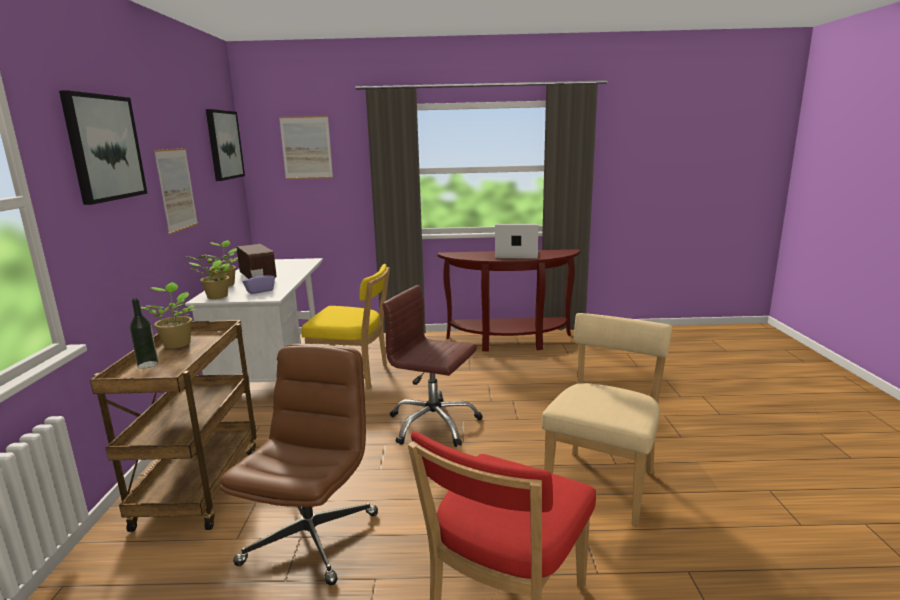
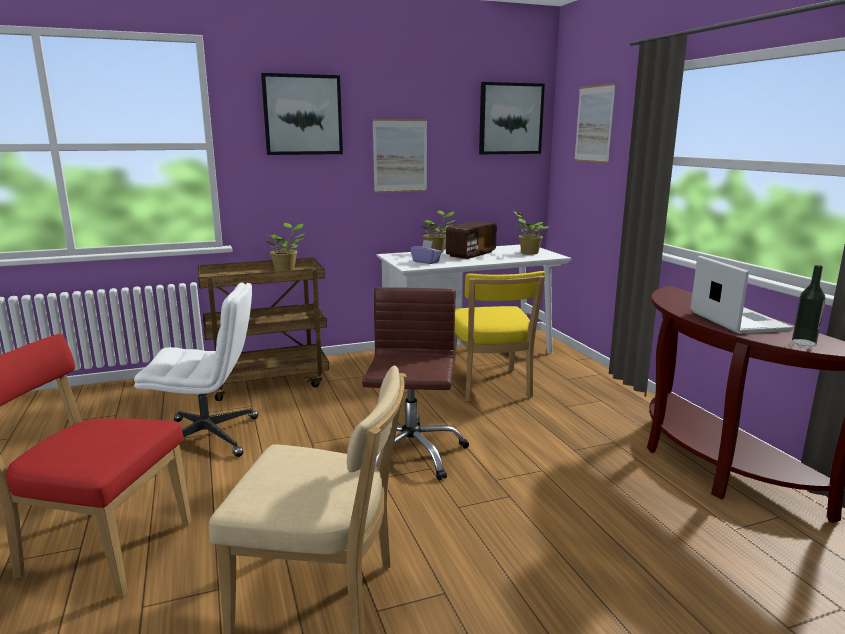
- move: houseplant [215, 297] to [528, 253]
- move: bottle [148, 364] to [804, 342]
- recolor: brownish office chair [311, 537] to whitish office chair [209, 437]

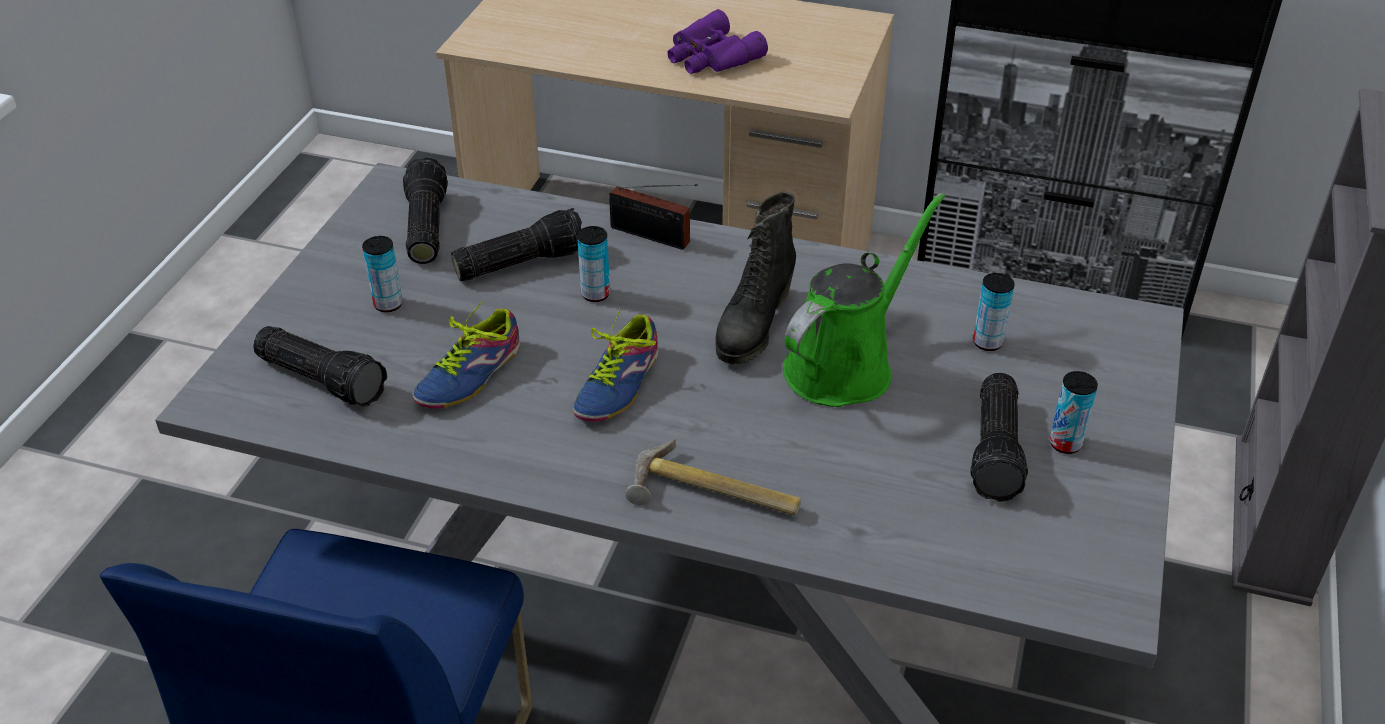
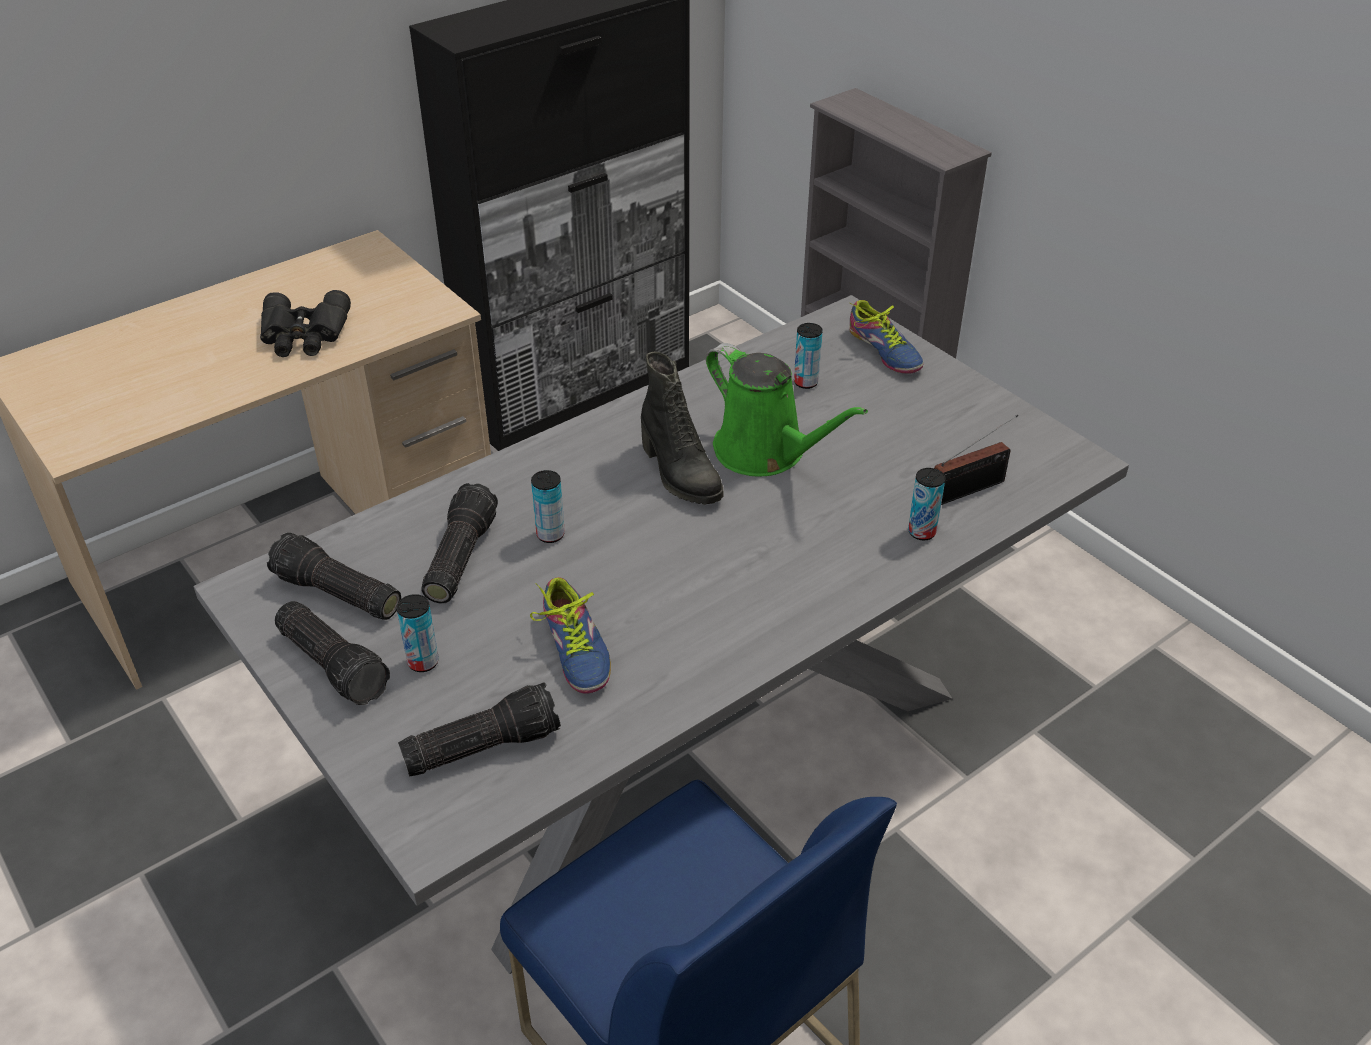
- recolor: purplish field glasses [710, 57] to blackish field glasses [304, 335]
- move: radio receiver [654, 237] to [971, 489]
- rotate: greenish sprinkling can [845, 365] = [766, 452] 150 degrees clockwise
- move: low shoe [613, 384] to [882, 352]
- move: metal can [1065, 443] to [922, 532]
- move: torch [998, 451] to [335, 663]
- delete: hand hammer [713, 497]

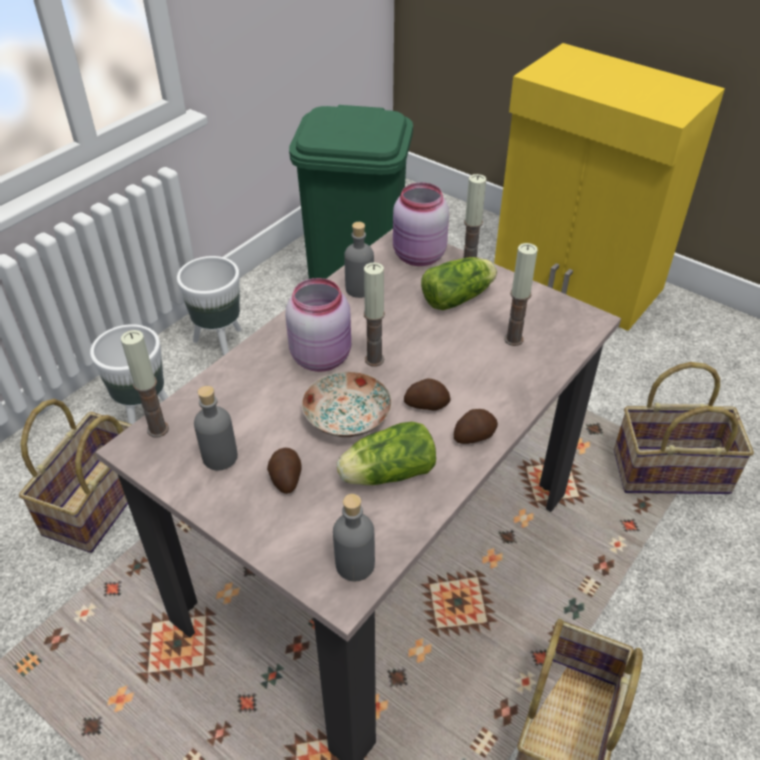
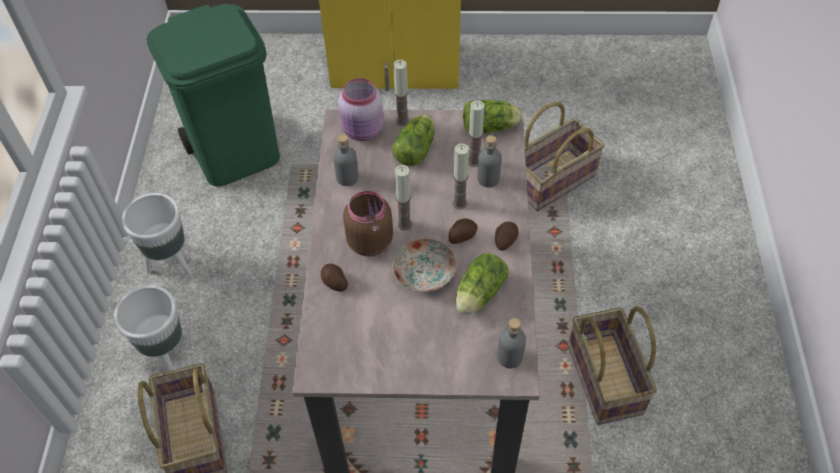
- recolor: pink storage jar [322, 356] to brownish storage jar [370, 241]
- move: candle [158, 429] to [459, 203]
- move: grey bottle [220, 457] to [488, 179]
- move: spud [285, 478] to [334, 282]
- insert: head of lettuce [492, 127]

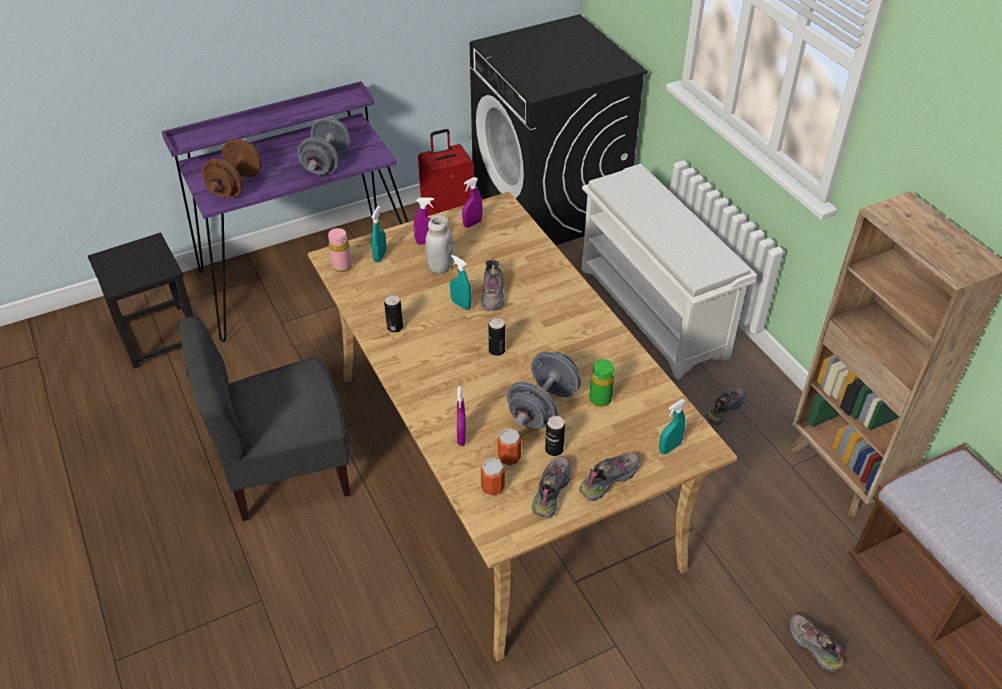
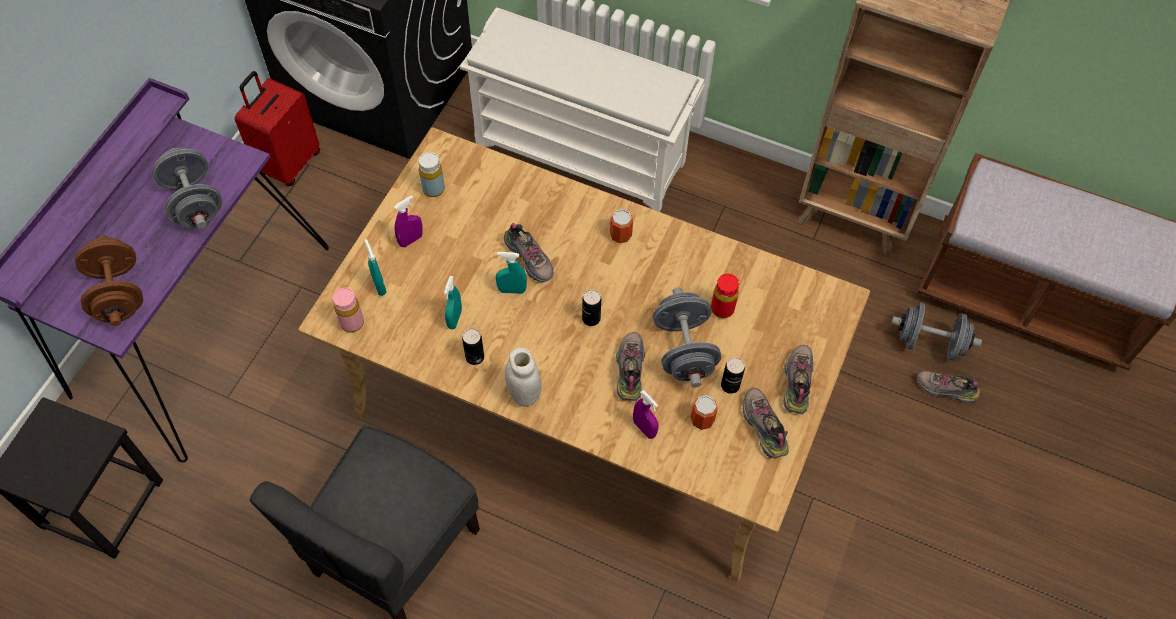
- replace: purplish hand sprayer [472, 223] to yellowish bottle [433, 189]
- move: whitish storage jar [440, 267] to [524, 393]
- recolor: greenish bottle [600, 399] to red-coloured bottle [722, 309]
- move: low shoe [724, 409] to [629, 369]
- move: turquoise-coloured hand sprayer [669, 447] to [454, 319]
- move: metal can [492, 488] to [620, 235]
- insert: grey hand weight [929, 342]

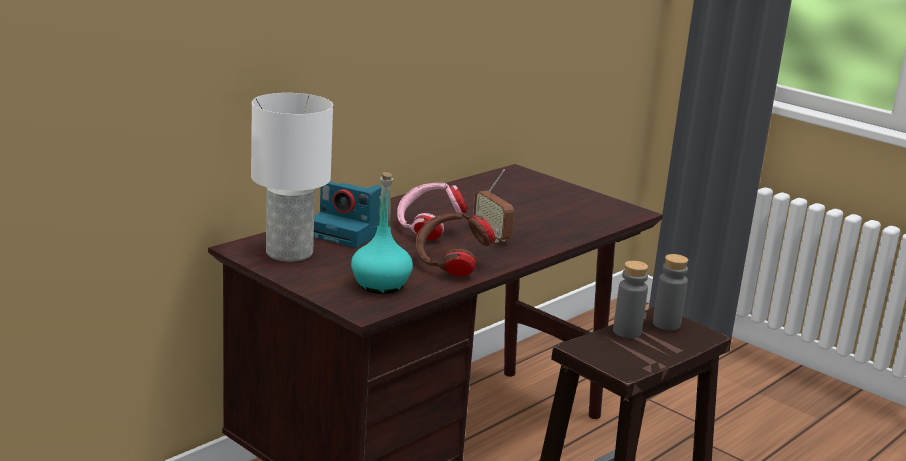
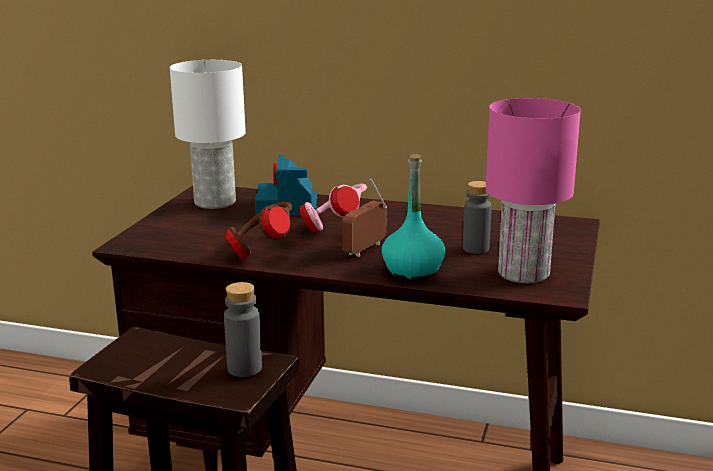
- move: turquoise-coloured bottle [381, 284] to [413, 272]
- move: grey bottle [627, 332] to [475, 249]
- insert: pink table lamp [522, 273]

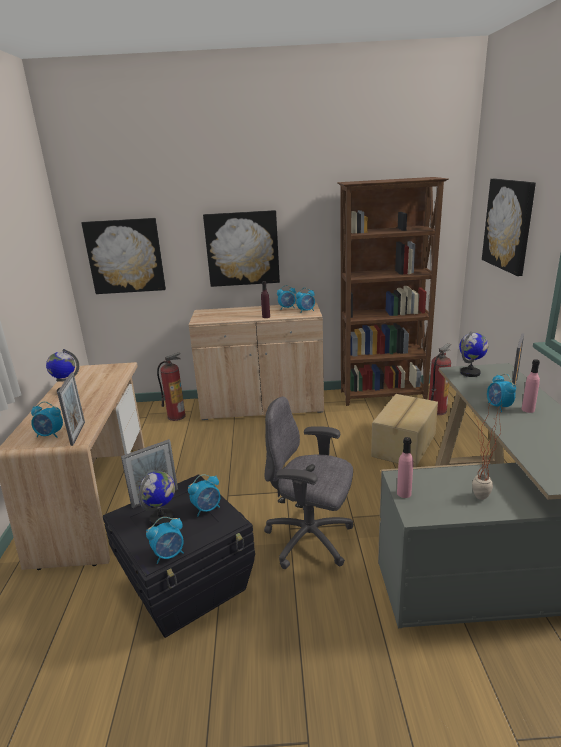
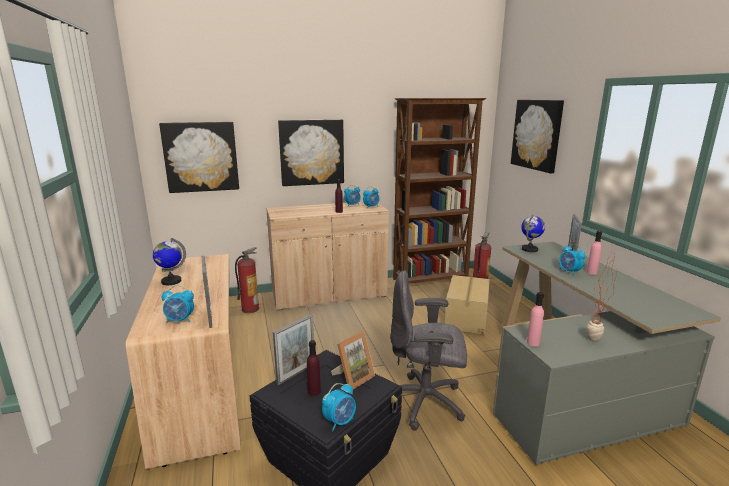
- replace: desk globe [162, 519] to purplish bottle [314, 391]
- replace: table clock [207, 509] to standing frame [353, 378]

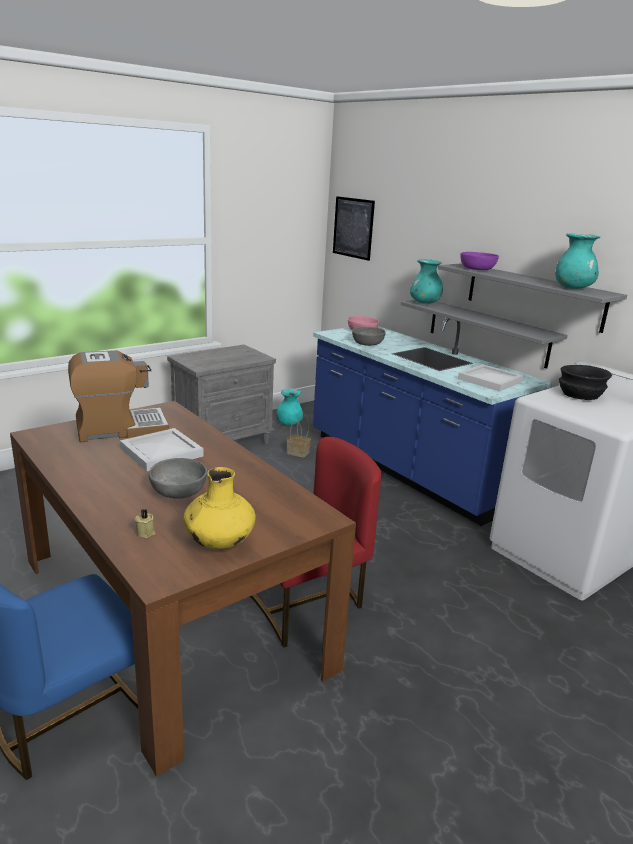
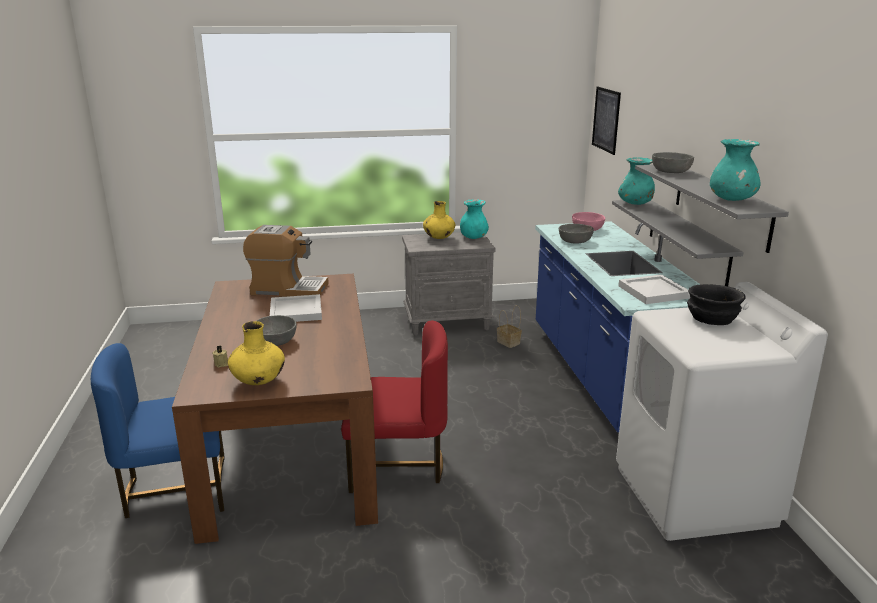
- recolor: purplish deep dish [477, 269] to grey deep dish [670, 171]
- move: turquoise-coloured flower vase [289, 424] to [473, 237]
- insert: yellowish flower vase [438, 238]

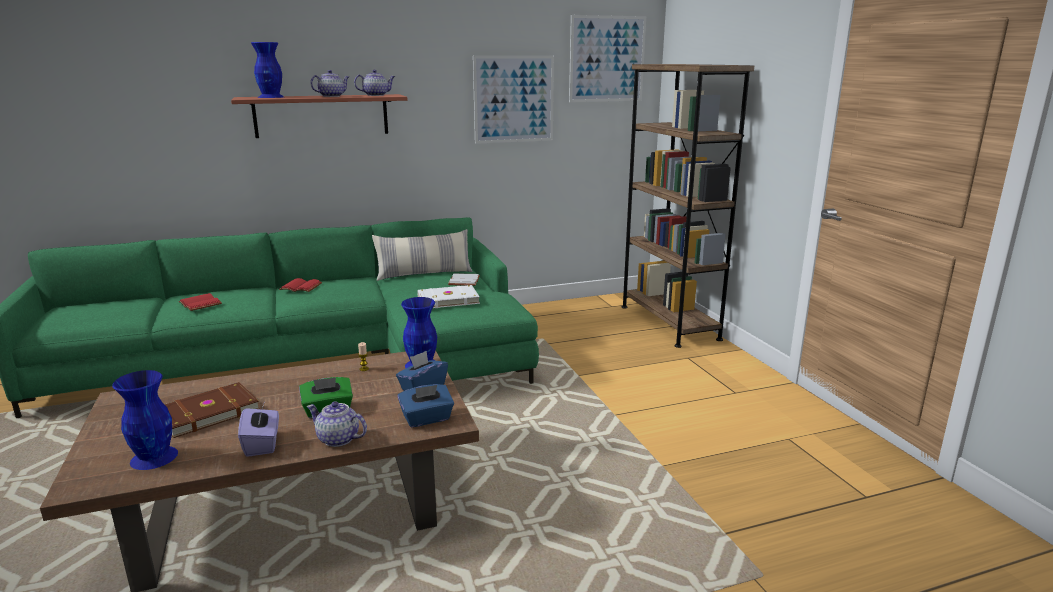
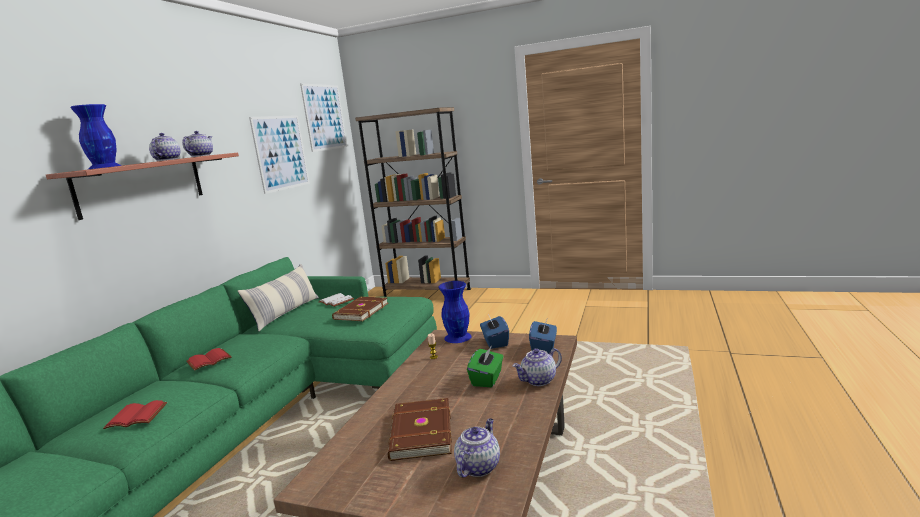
- recolor: whitish book [447, 299] to brownish book [360, 311]
- replace: blue flower vase [155, 457] to pot for tea [478, 466]
- delete: purplish tissue box [262, 444]

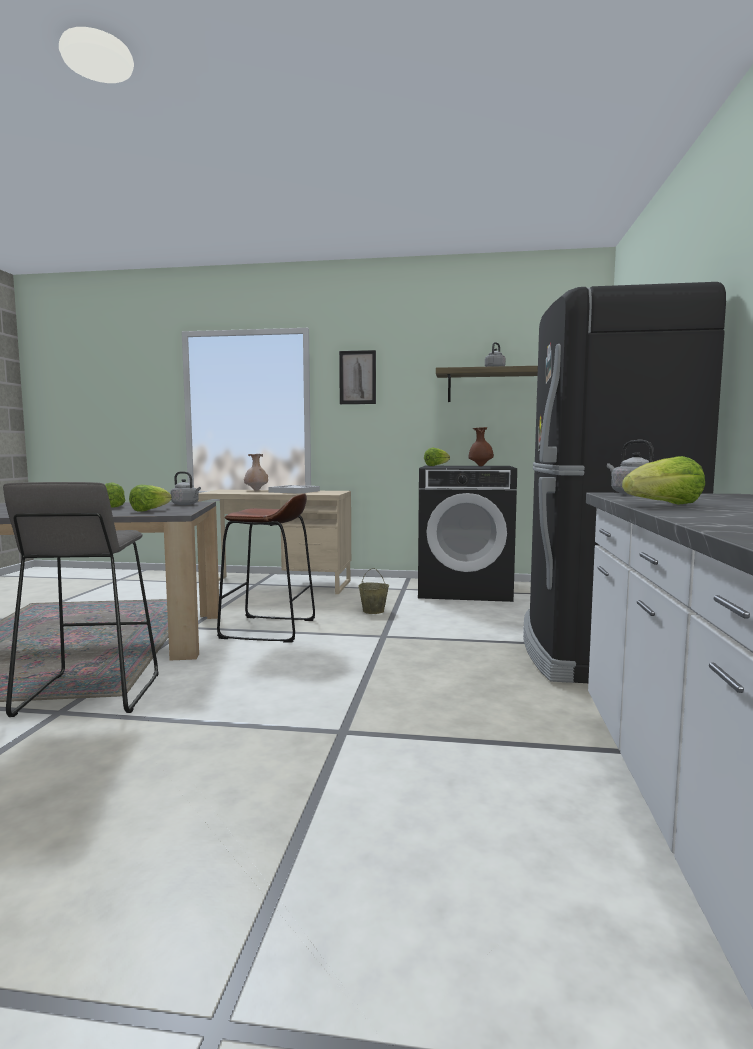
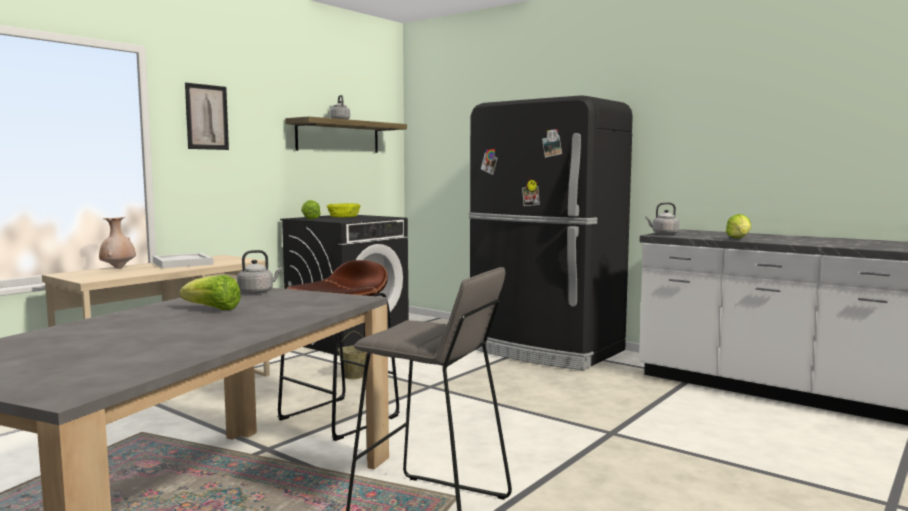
- replace: brownish flower vase [480, 466] to yellowish deep dish [344, 216]
- delete: head of lettuce [150, 510]

